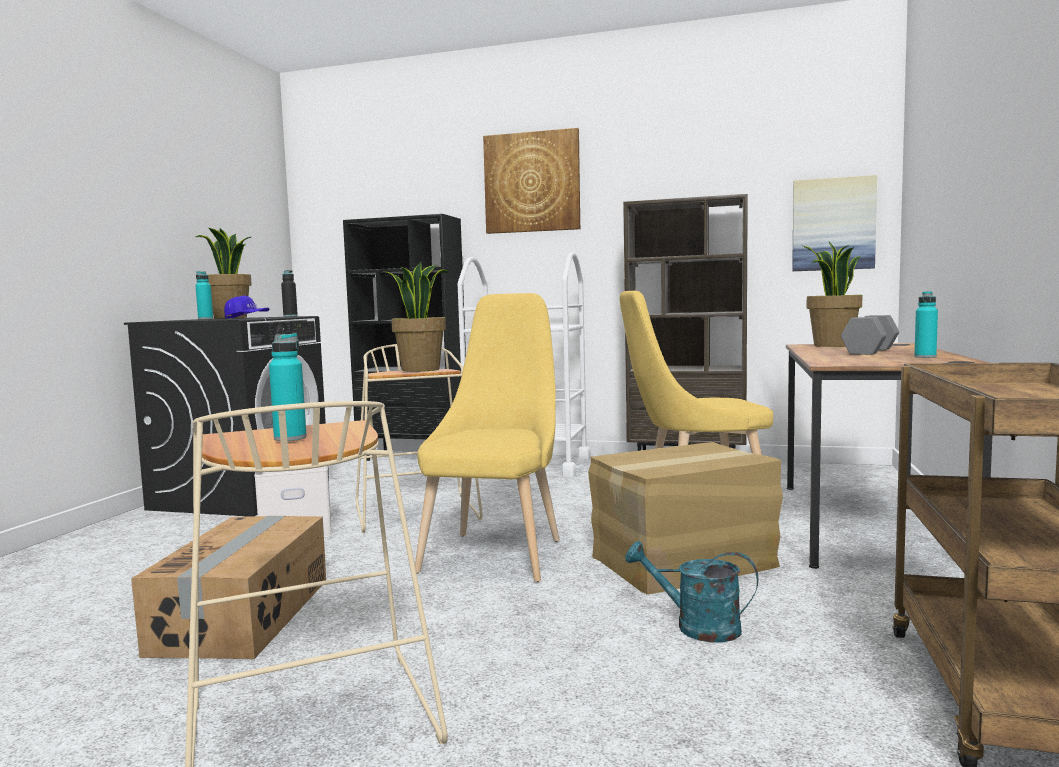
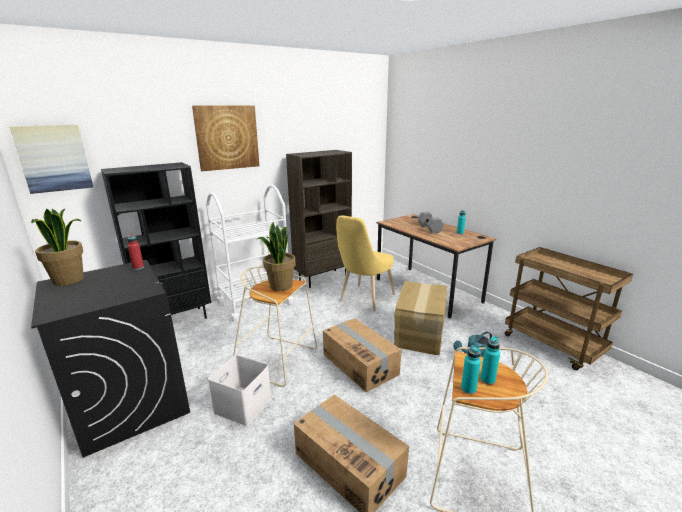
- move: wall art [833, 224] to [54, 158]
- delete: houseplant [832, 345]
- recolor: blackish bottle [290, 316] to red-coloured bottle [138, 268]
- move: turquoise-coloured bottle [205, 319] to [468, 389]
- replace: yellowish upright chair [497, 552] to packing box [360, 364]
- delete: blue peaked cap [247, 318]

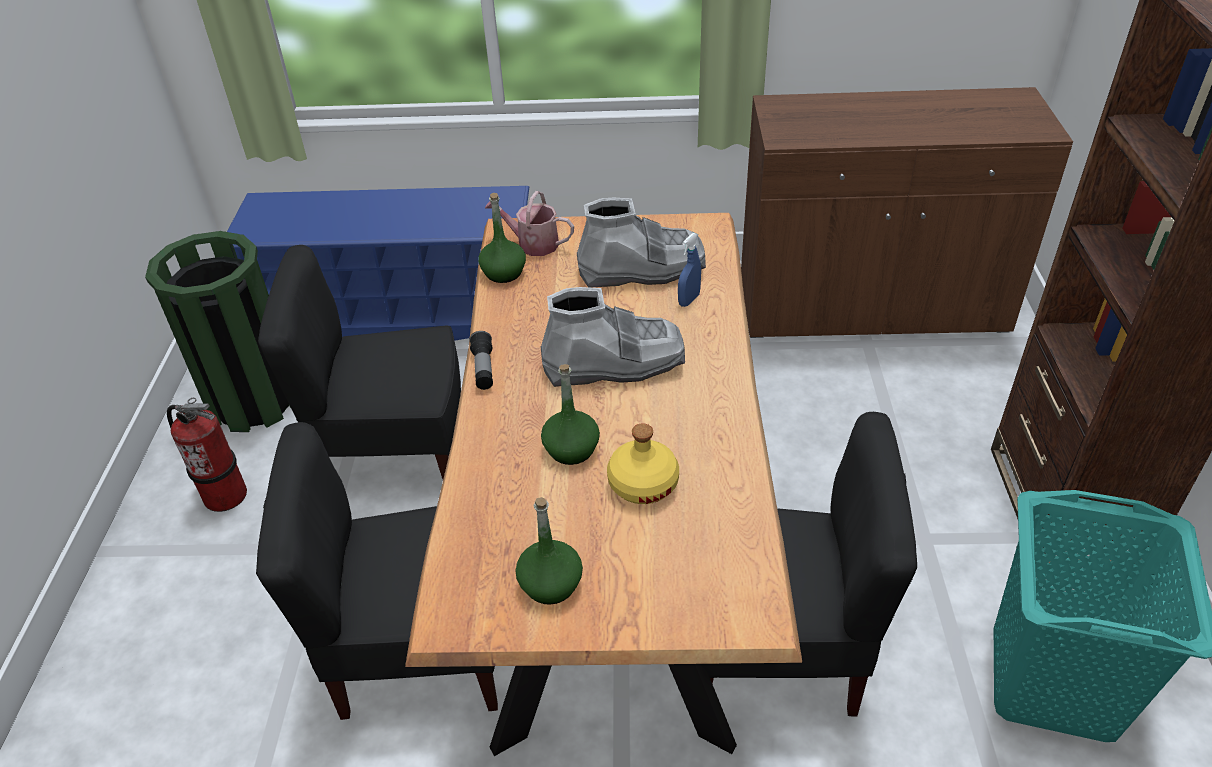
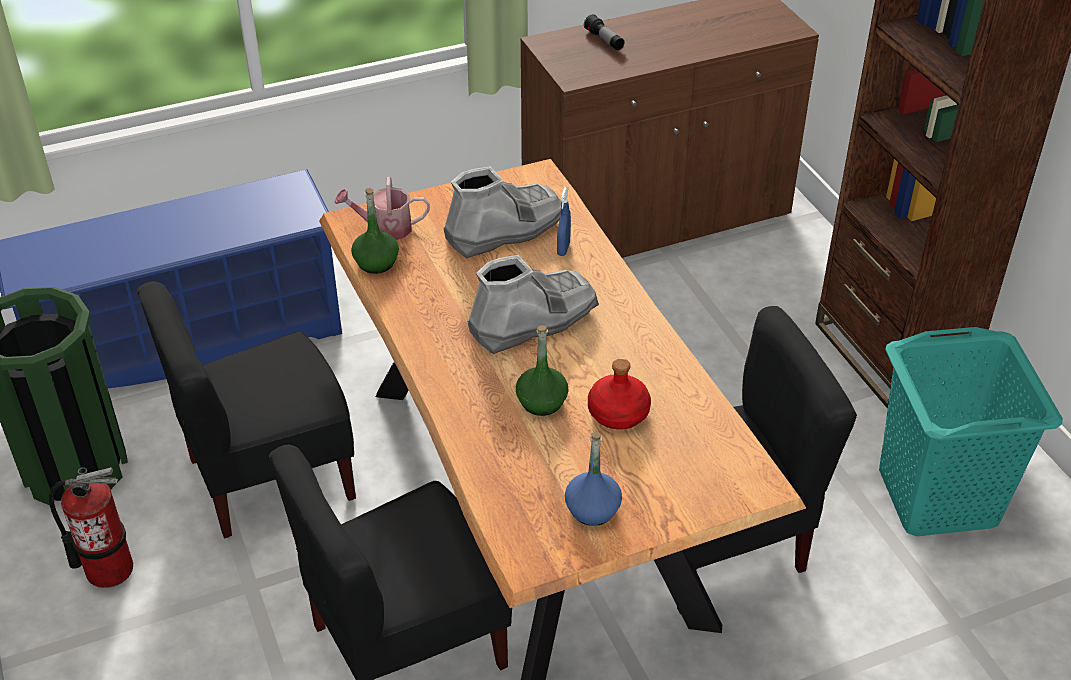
- move: torch [483, 369] to [604, 40]
- recolor: yellowish bottle [643, 483] to red-coloured bottle [617, 413]
- recolor: greenish bottle [551, 584] to blue bottle [592, 509]

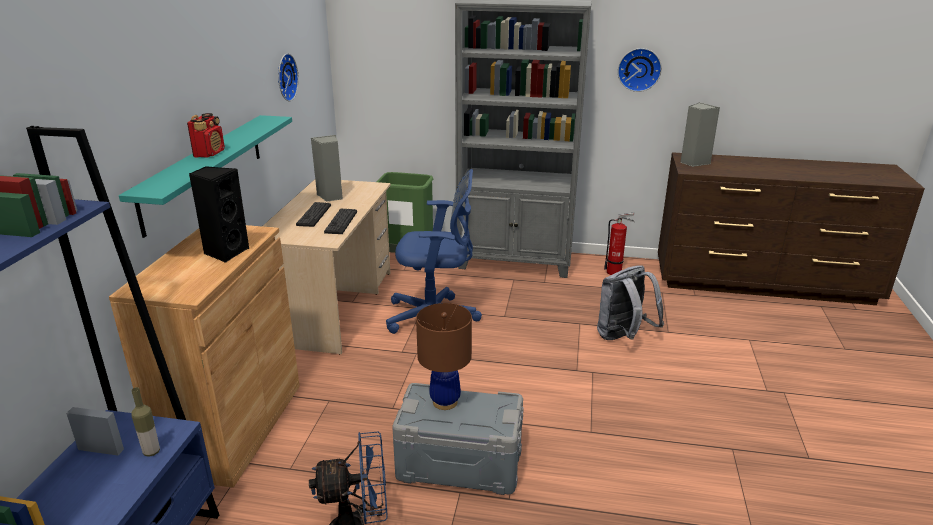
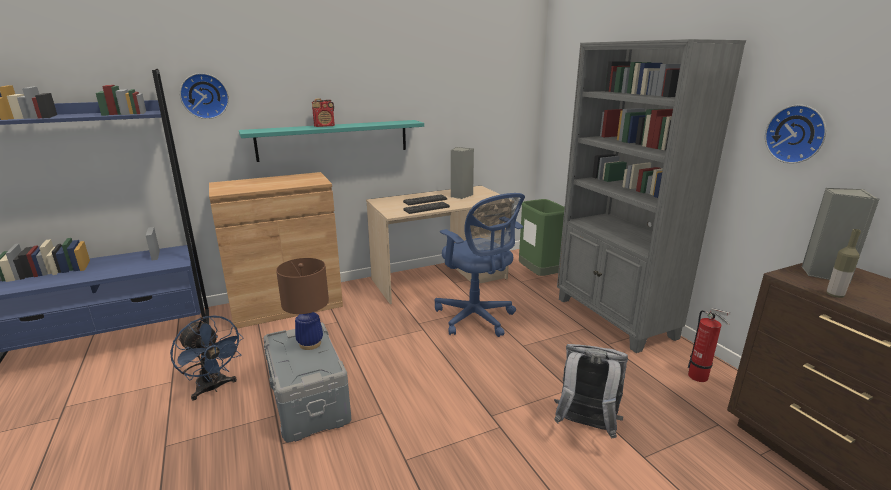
- move: hanging clock [284, 77] to [204, 96]
- delete: blackish speaker [225, 252]
- move: bottle [151, 452] to [834, 295]

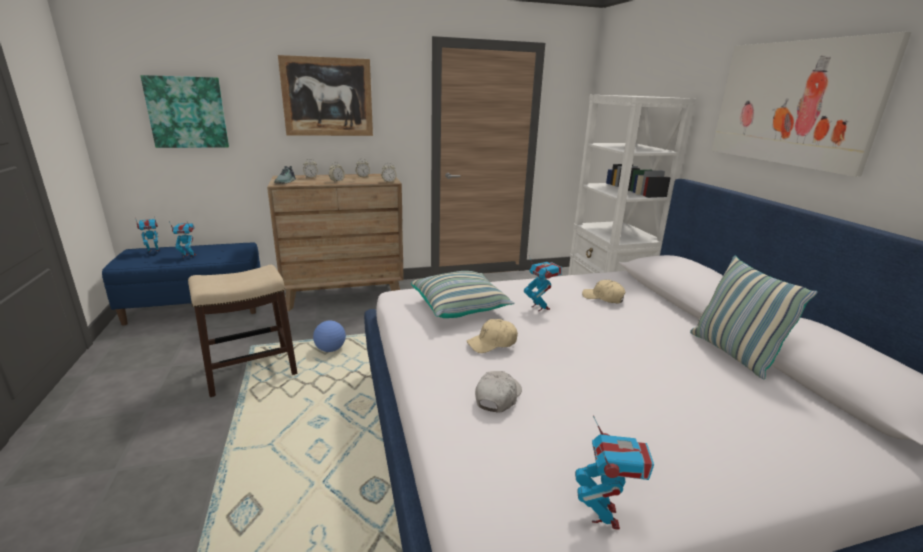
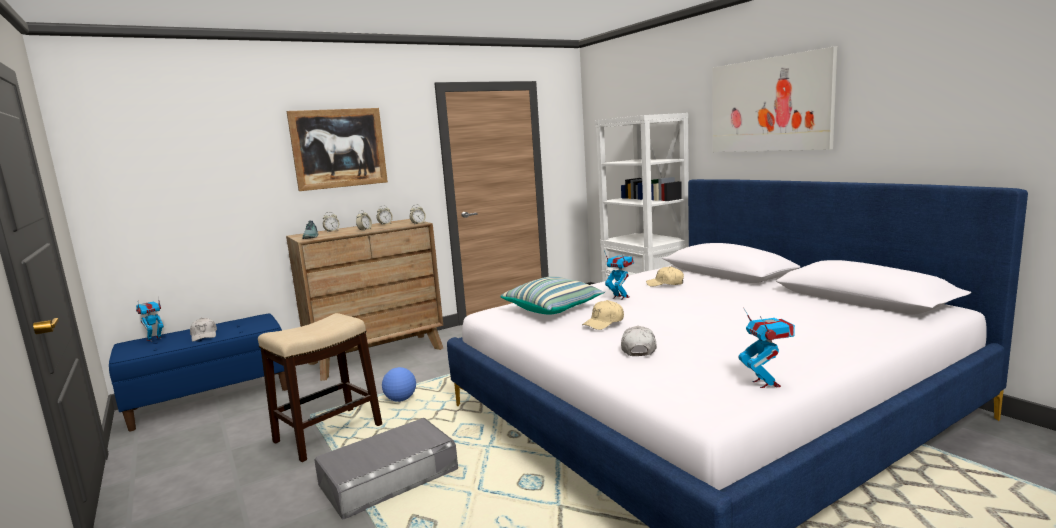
- delete: wall art [187, 112]
- replace: robot figure [188, 256] to whitish peaked cap [204, 335]
- delete: throw pillow [732, 353]
- insert: grey storage bin [389, 477]

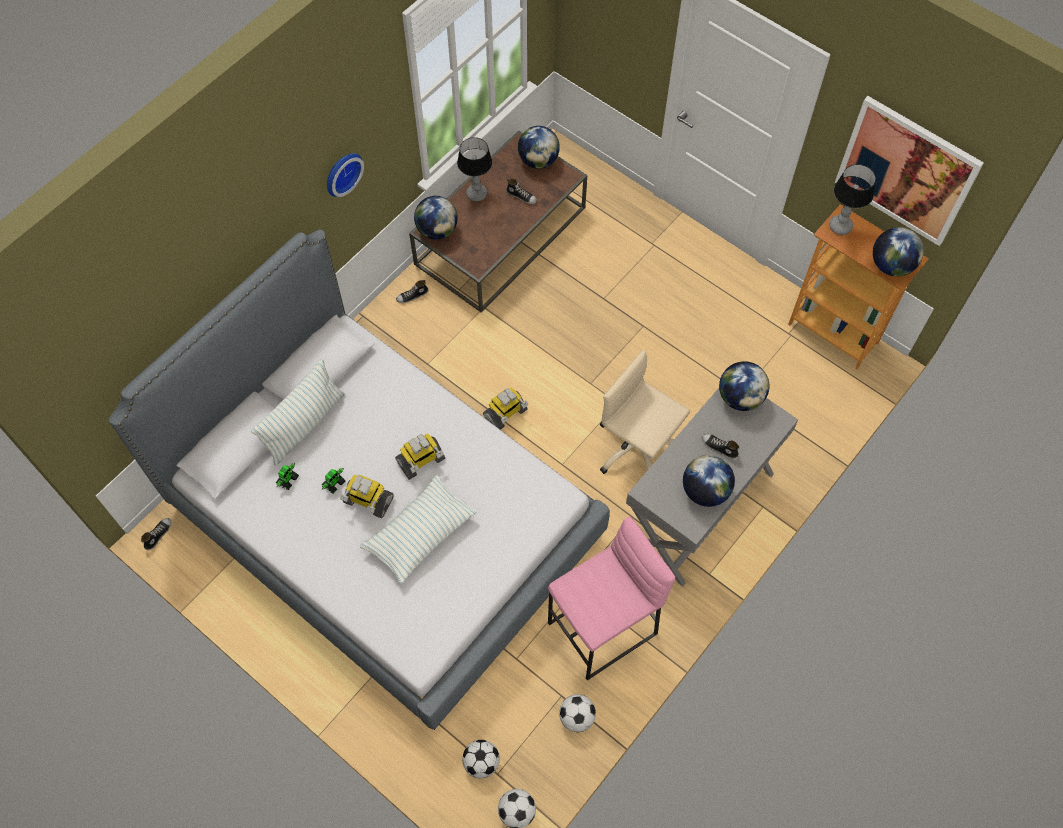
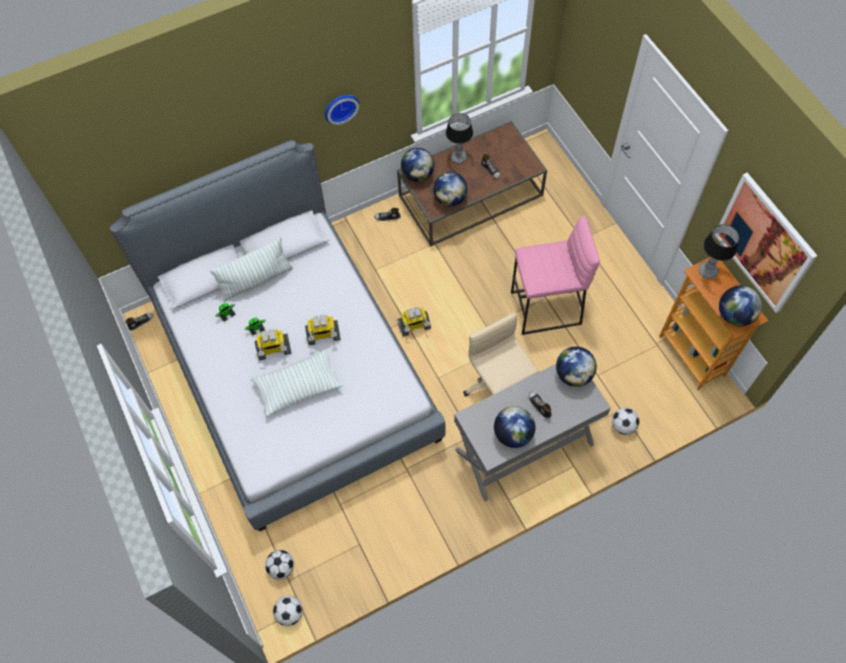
- move: desk globe [538, 160] to [450, 199]
- rotate: robot figure [368, 501] = [273, 349] 60 degrees counterclockwise
- move: pink sitting stool [603, 629] to [546, 309]
- move: football ball [576, 717] to [623, 426]

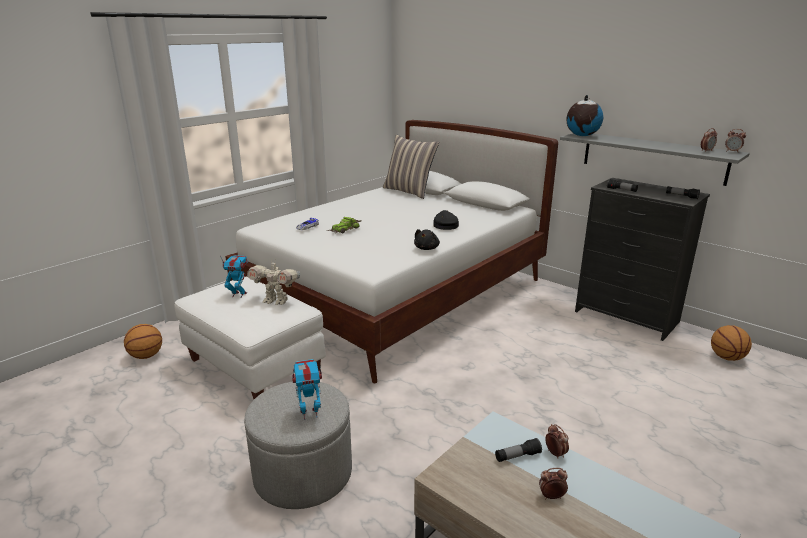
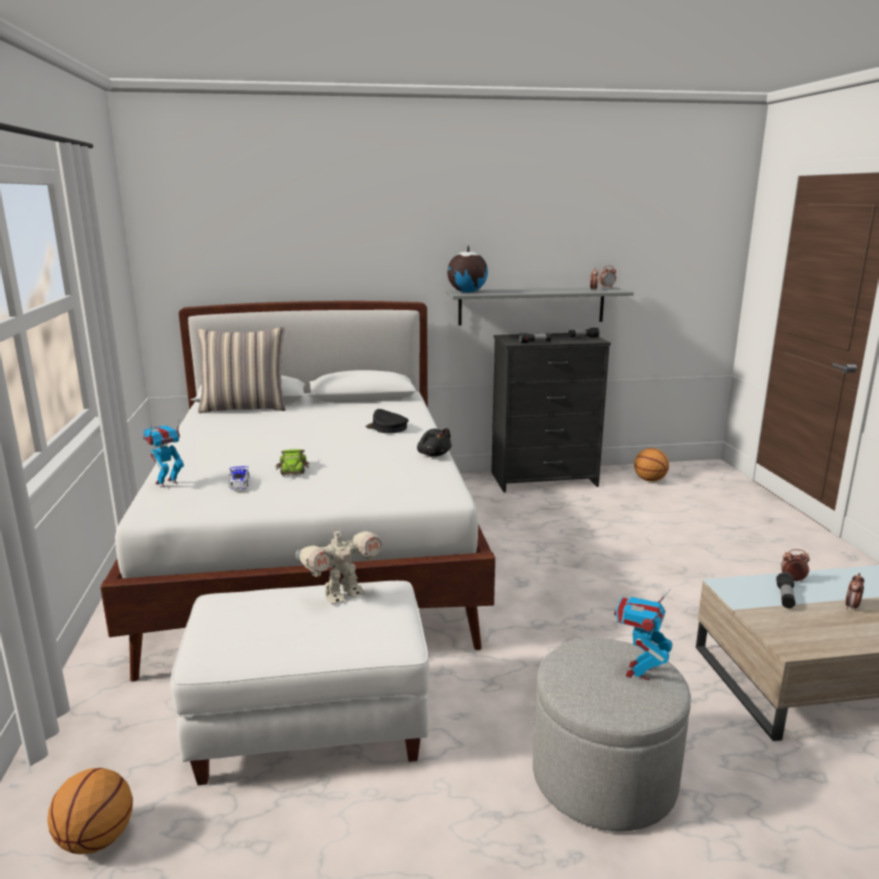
- move: robot figure [239, 294] to [167, 483]

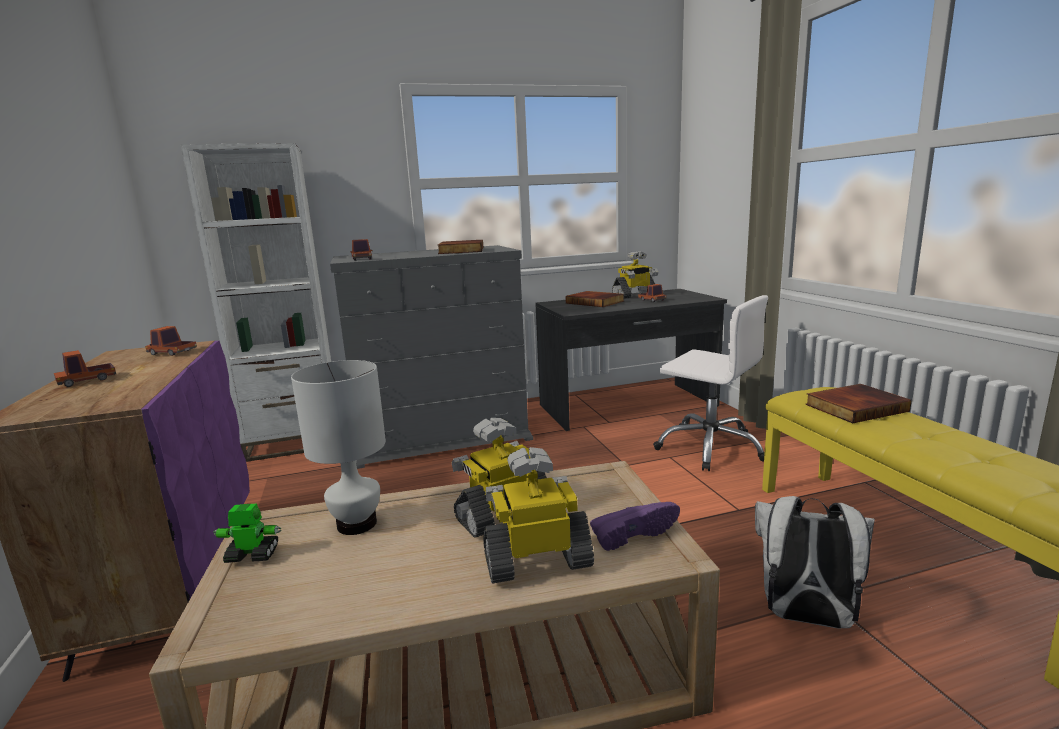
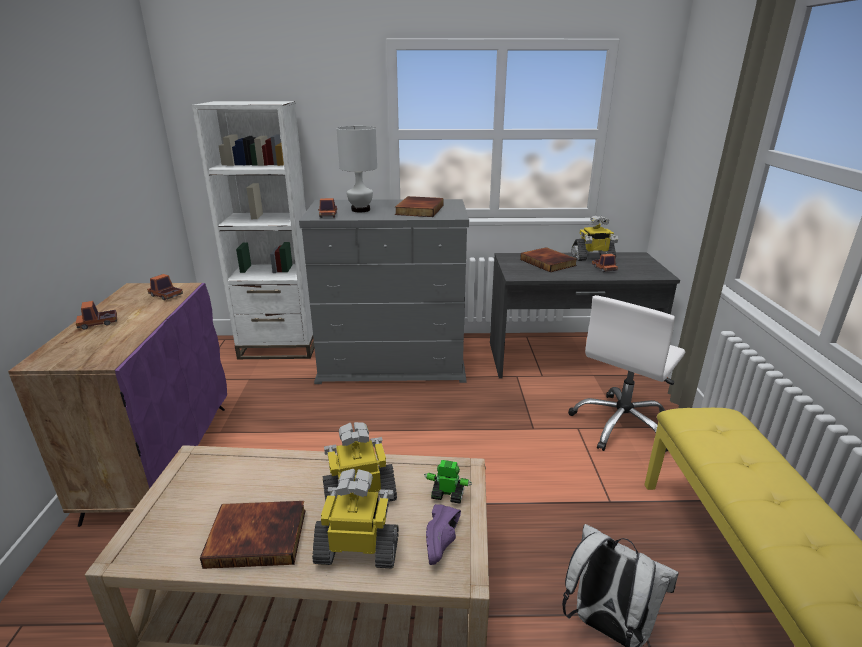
- rotate: whitish office chair [710, 447] = [621, 425] 75 degrees clockwise
- move: whitish table lamp [356, 524] to [360, 210]
- move: book [855, 407] to [258, 536]
- rotate: purplish low shoe [632, 534] = [444, 542] 105 degrees clockwise
- move: robot figure [252, 555] to [447, 494]

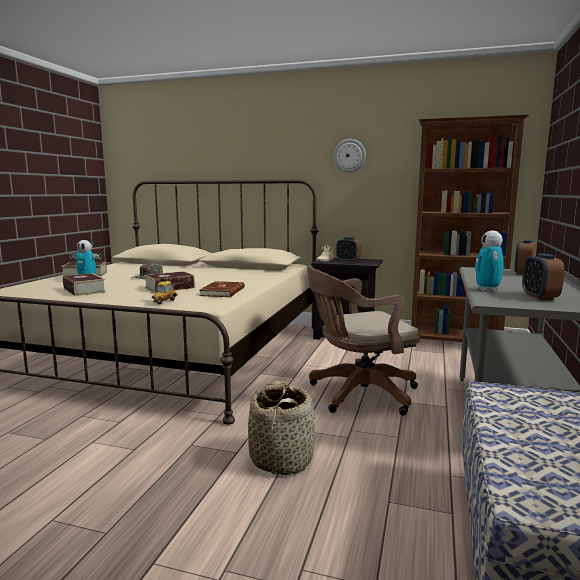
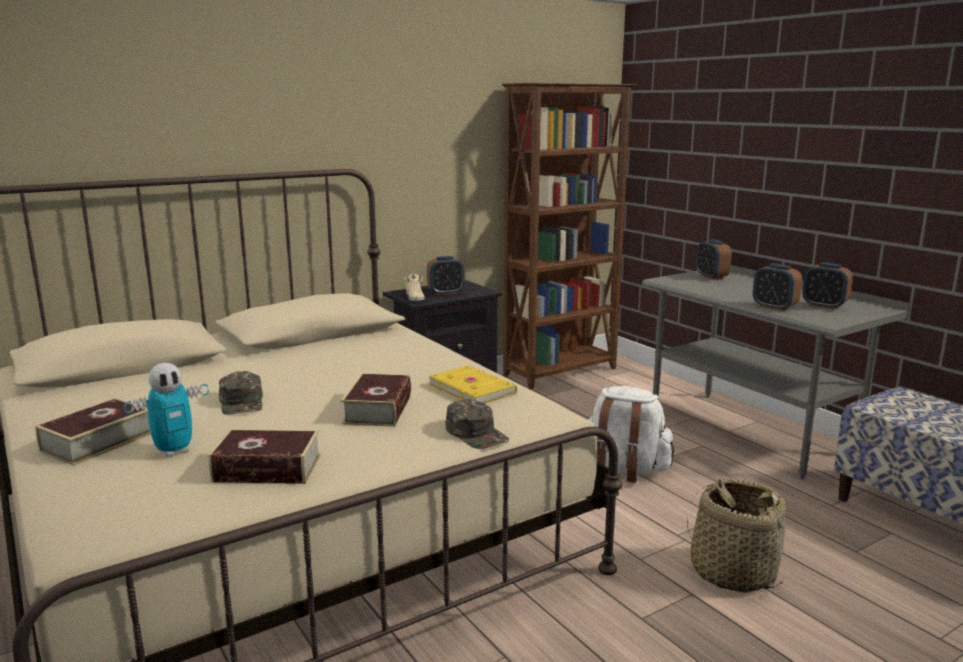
- delete: hanging clock [349, 155]
- replace: robot figure [487, 289] to table clock [774, 307]
- replace: brownish office chair [358, 394] to whitish rucksack [623, 470]
- replace: miniature car [164, 302] to greenish peaked cap [476, 433]
- recolor: brownish book [223, 292] to yellowish book [472, 389]

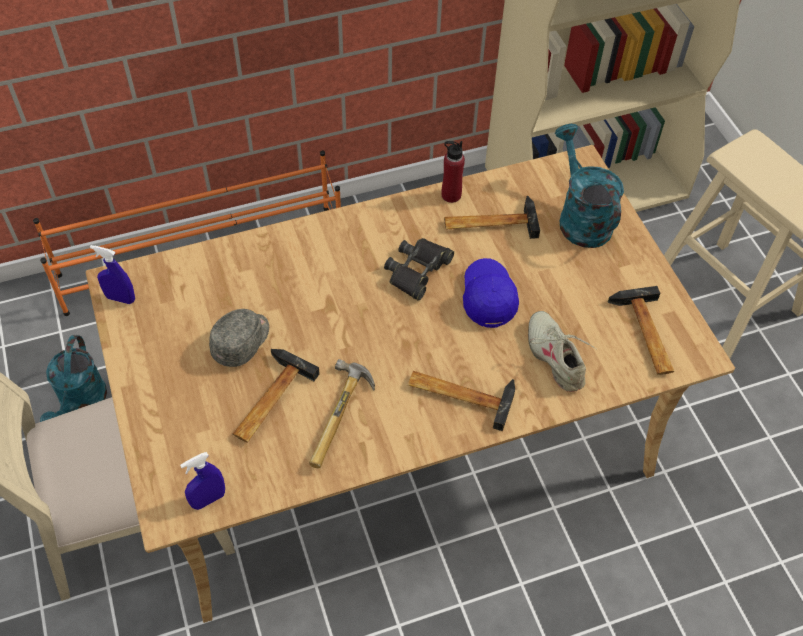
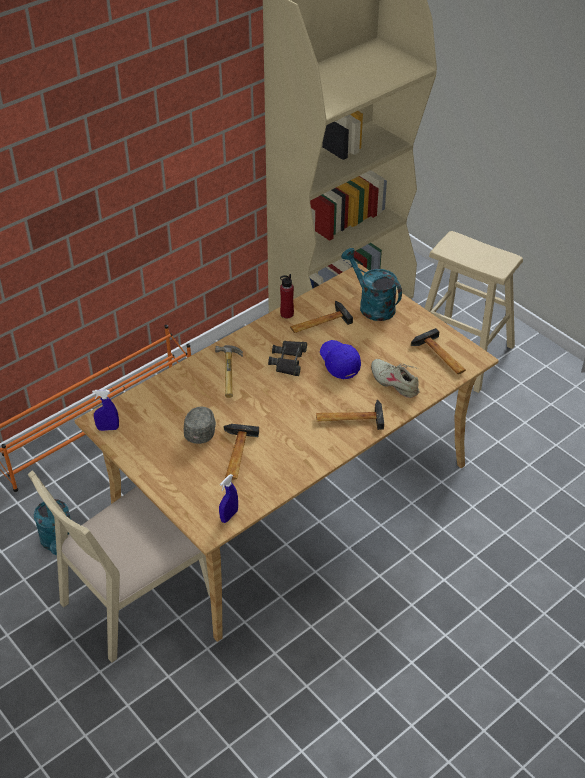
- move: hand hammer [343, 418] to [232, 373]

